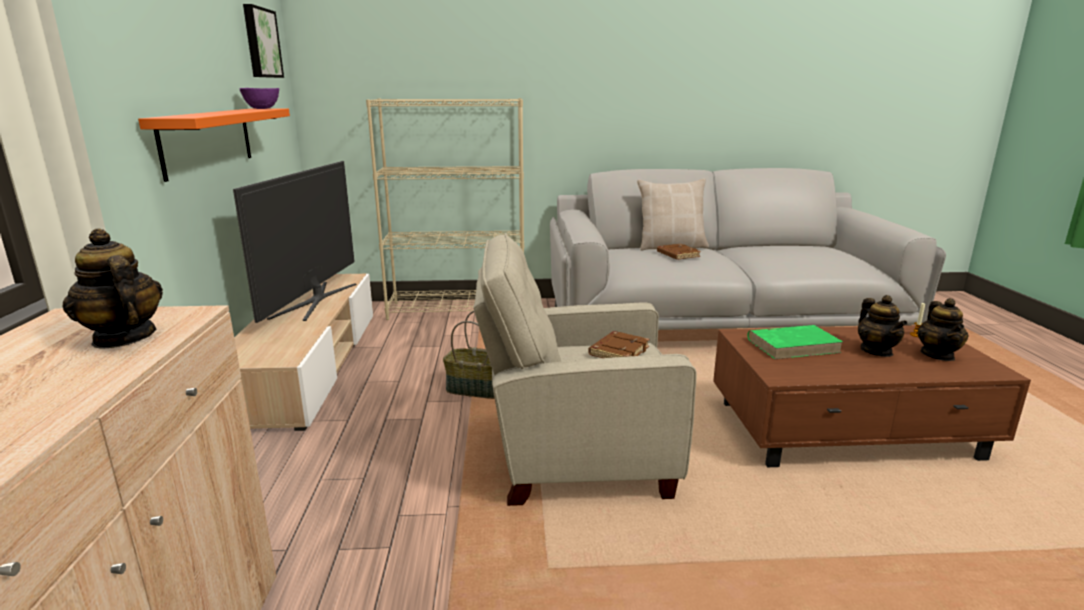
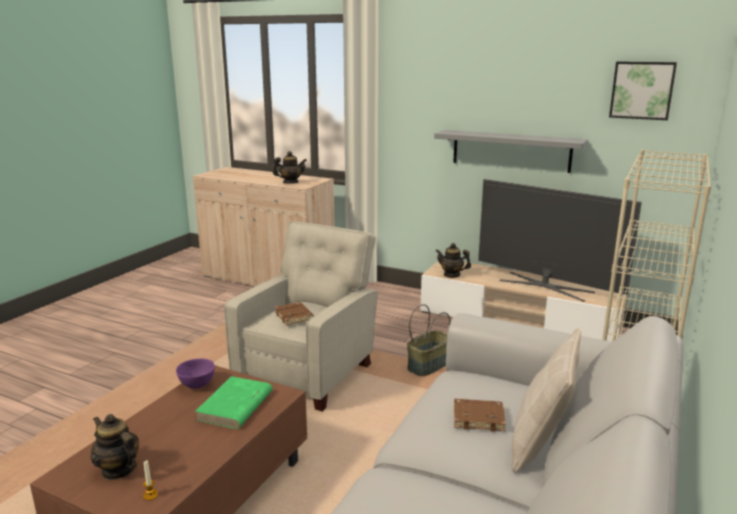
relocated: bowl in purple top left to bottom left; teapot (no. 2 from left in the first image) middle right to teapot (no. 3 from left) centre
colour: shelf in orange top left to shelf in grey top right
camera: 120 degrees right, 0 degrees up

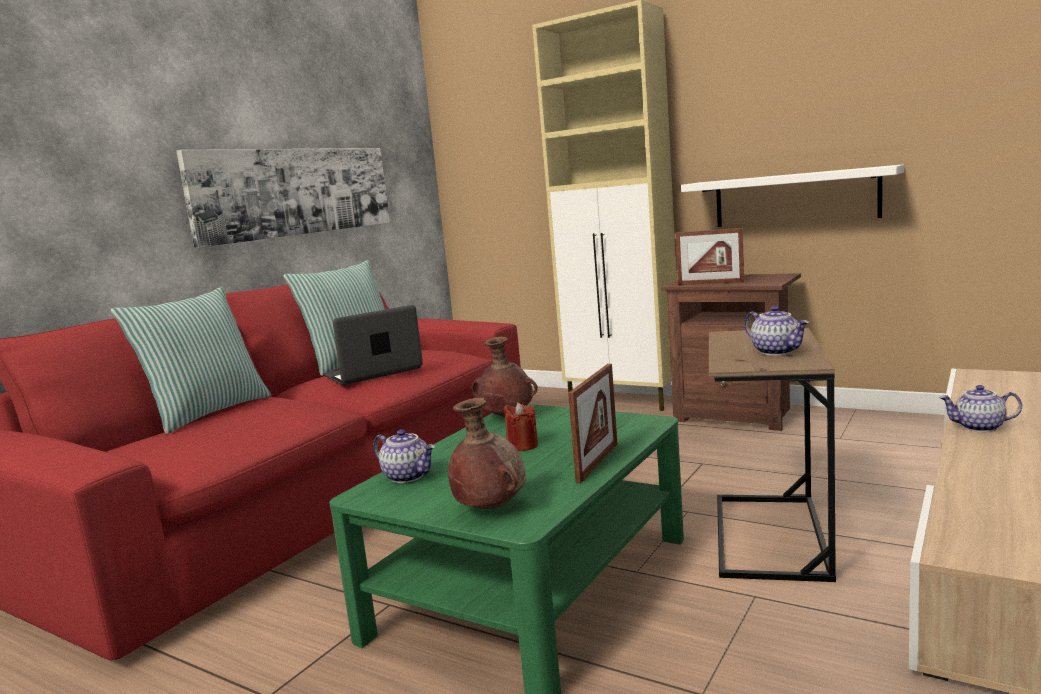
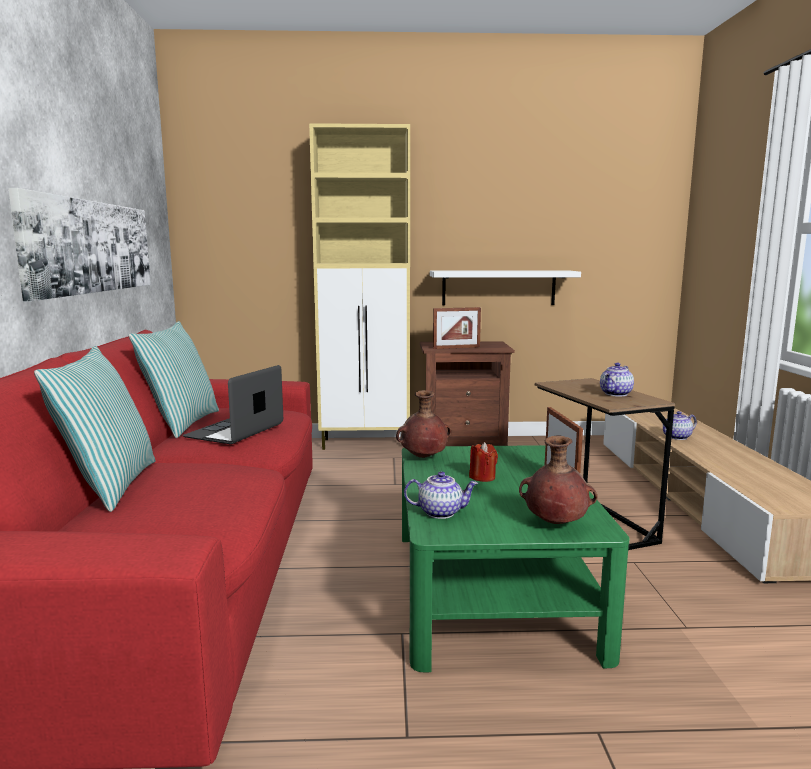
spun: teapot (no. 2 from left) middle right = middle right 105 degrees clockwise
camera: 35 degrees left, 0 degrees up

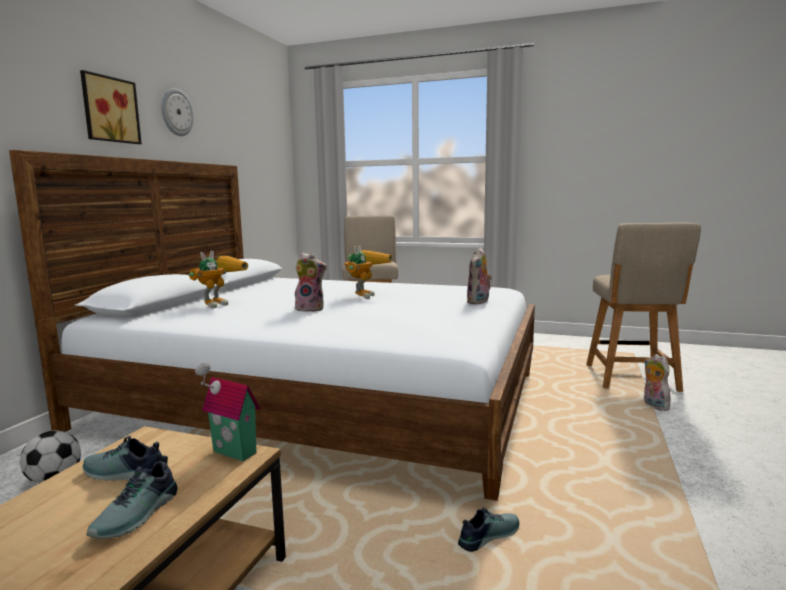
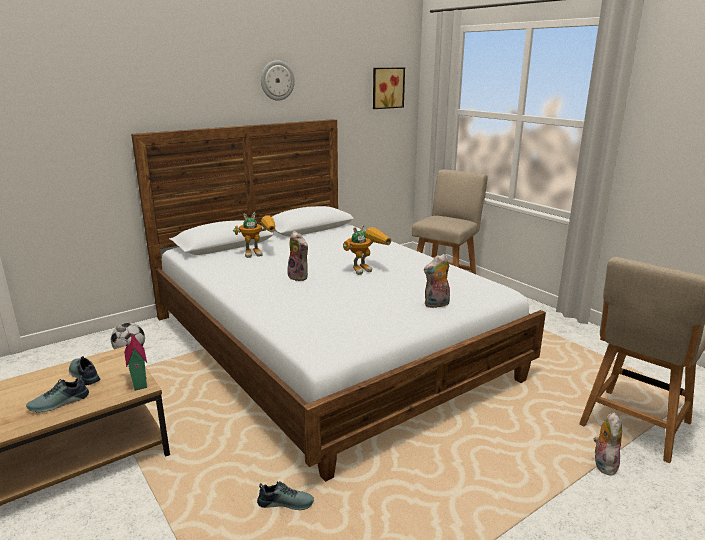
relocated: picture top left to top centre
camera: 35 degrees right, 10 degrees up

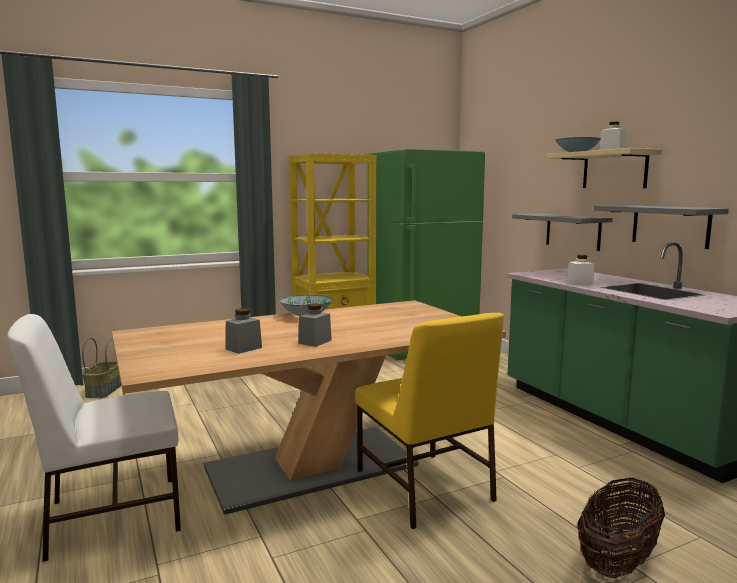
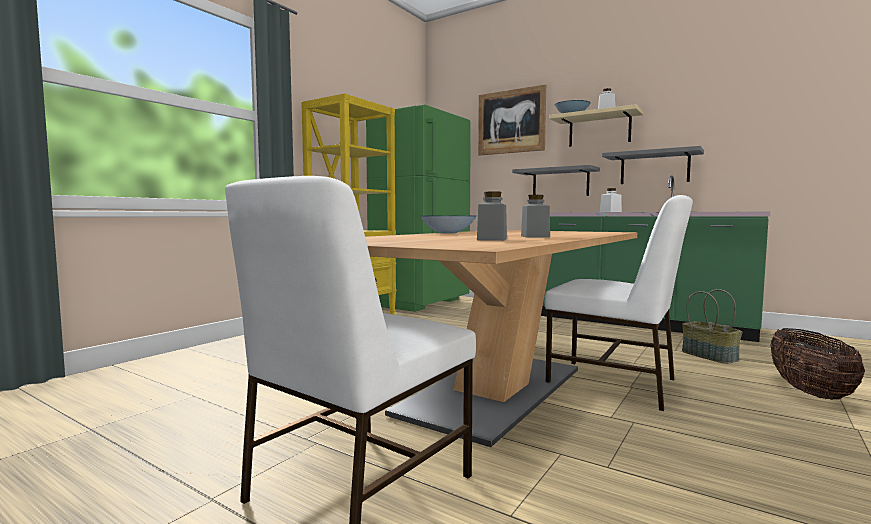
appeared: picture top centre
relocated: basket (no. 1 from left) middle left to middle right
colour: chair in yellow bottom centre to chair in white (no. 2 from left) middle right
camera: 30 degrees left, 5 degrees down

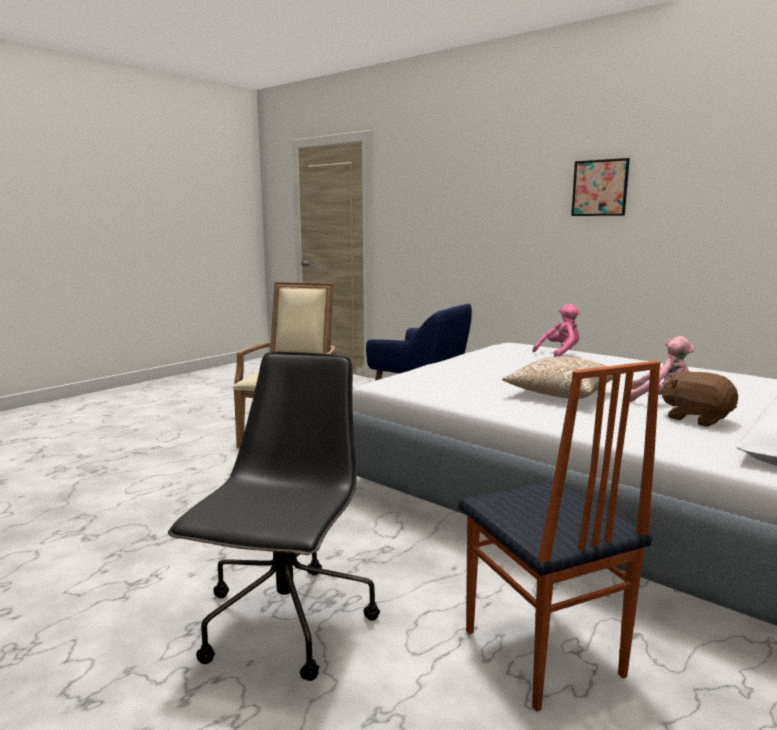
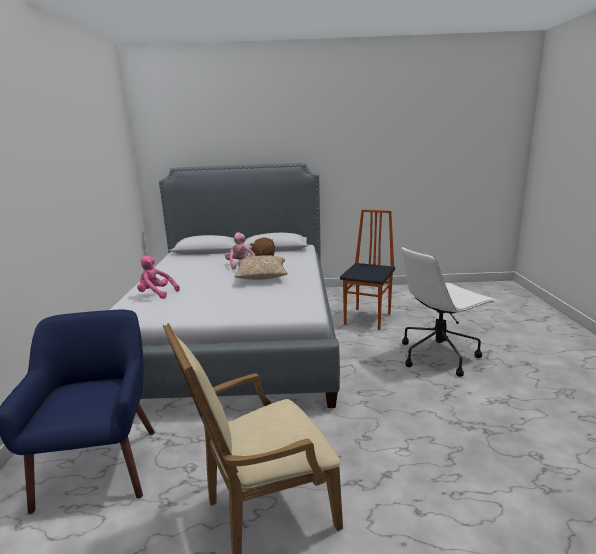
missing: picture top right
colour: office chair in black bottom centre to office chair in white middle right
camera: 130 degrees left, 5 degrees up

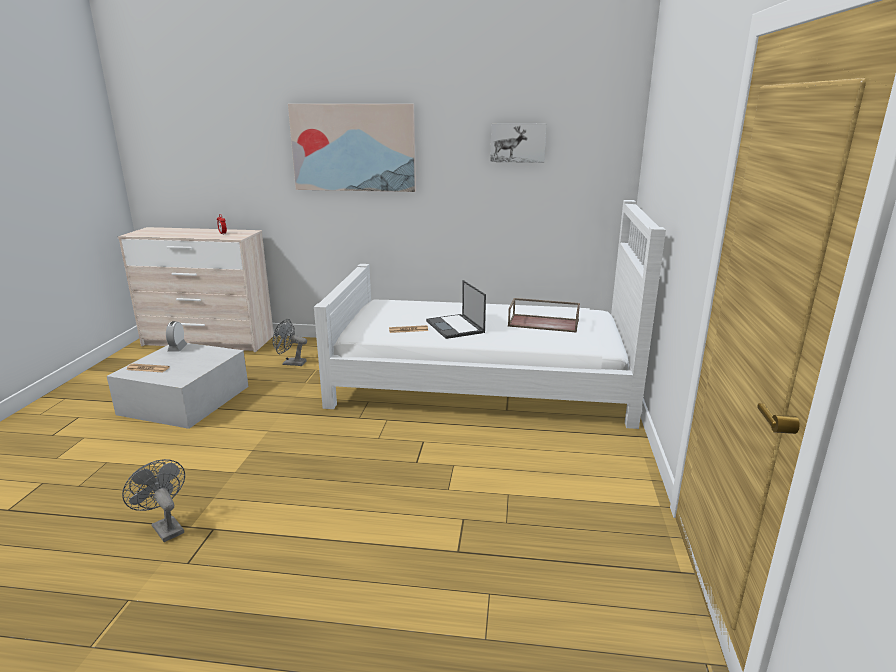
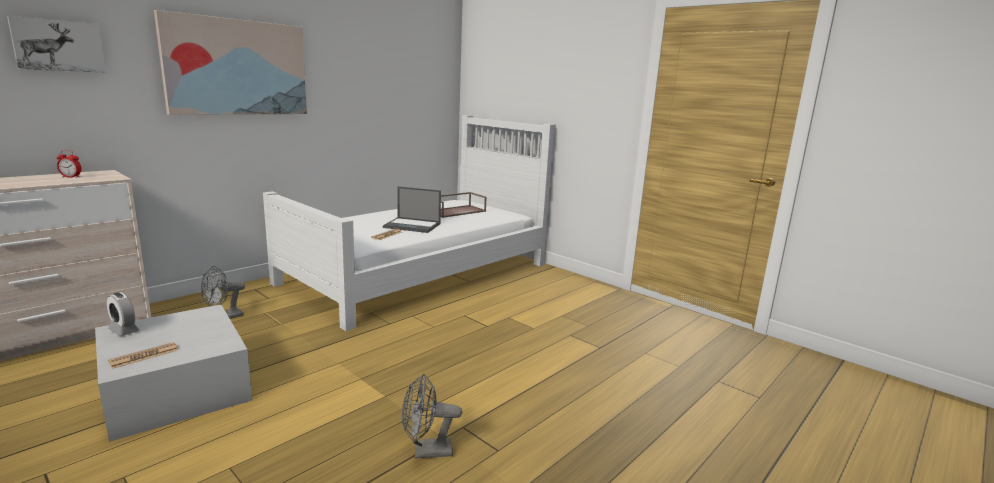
relocated: picture (no. 2 from left in the first image) top centre to picture (no. 1 from left) top left
camera: 55 degrees left, 5 degrees down

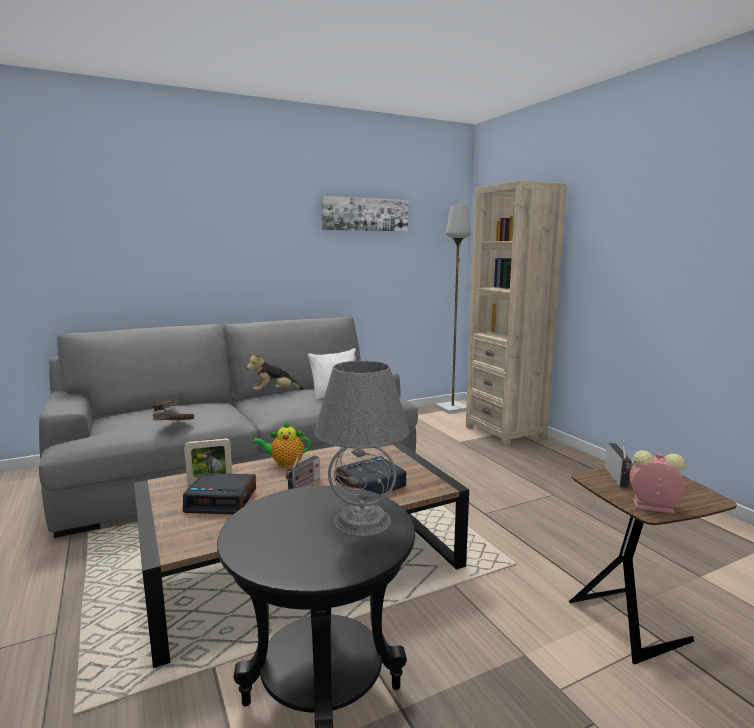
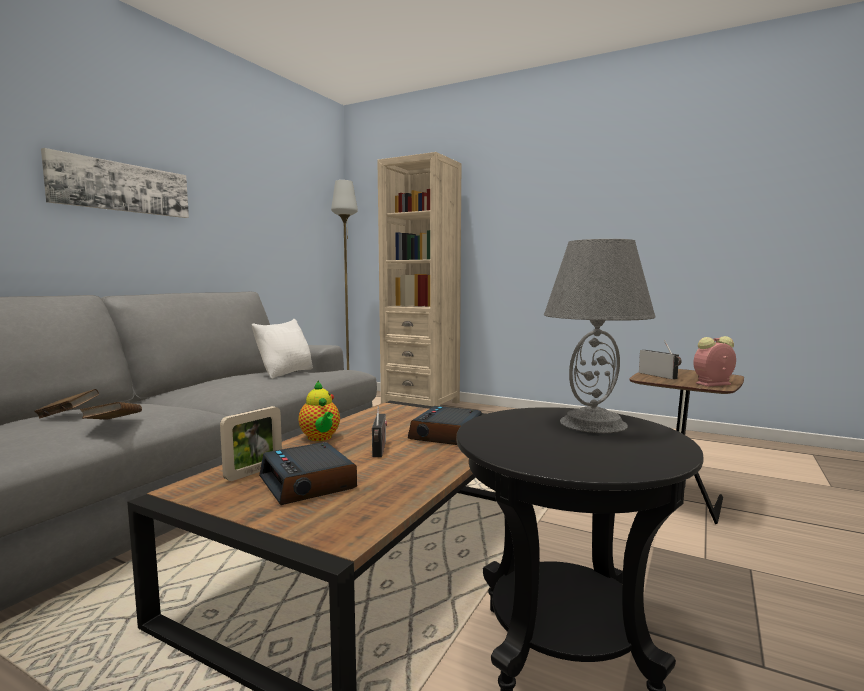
missing: plush toy centre
relocated: picture top centre to top left
spun: alarm clock (no. 1 from left) bottom left = bottom centre 90 degrees clockwise; teapot centre = centre 75 degrees counterclockwise
camera: 35 degrees left, 5 degrees down

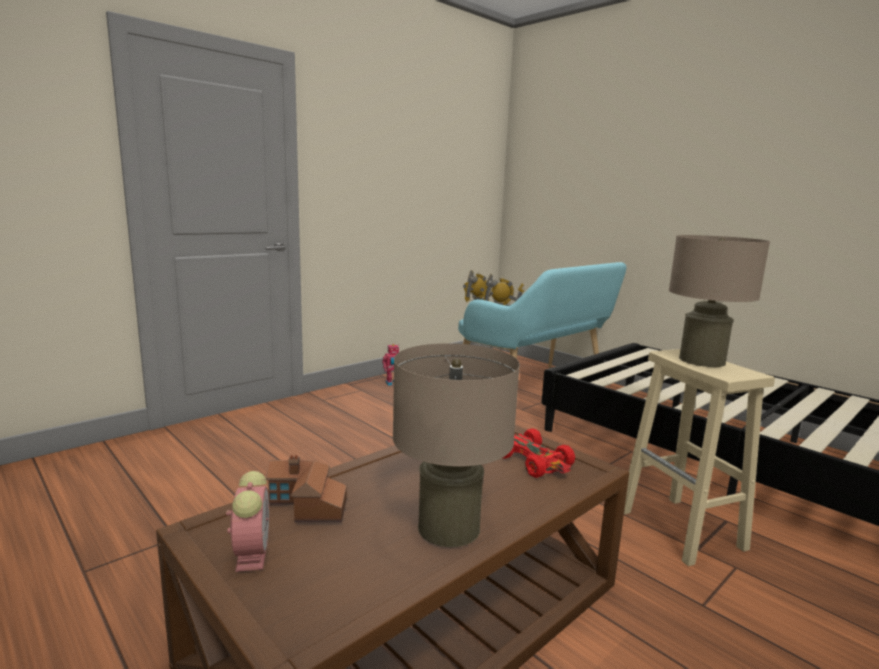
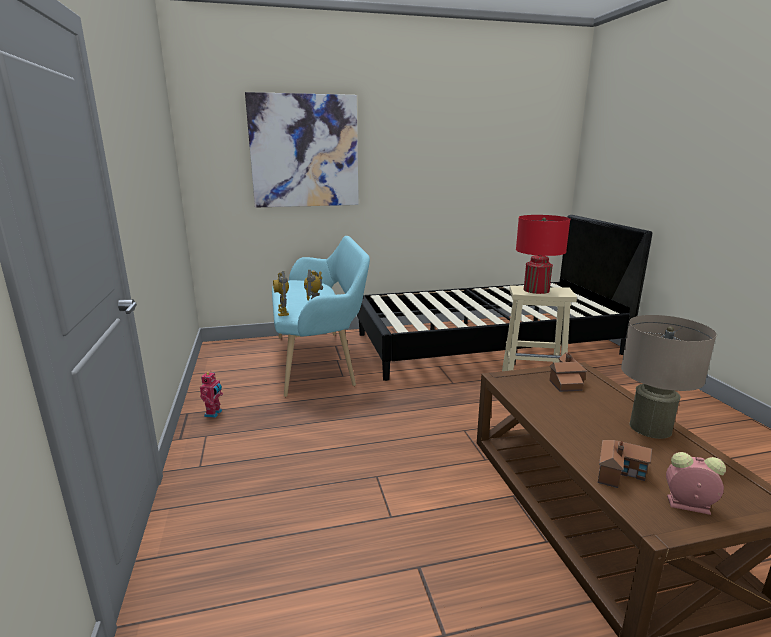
appeared: picture top centre
exchanged: toy car in red bottom centre to toy house (no. 1 from left) middle right
colour: table lamp in beige (no. 2 from left) middle right to table lamp in red middle right
camera: 60 degrees left, 5 degrees up

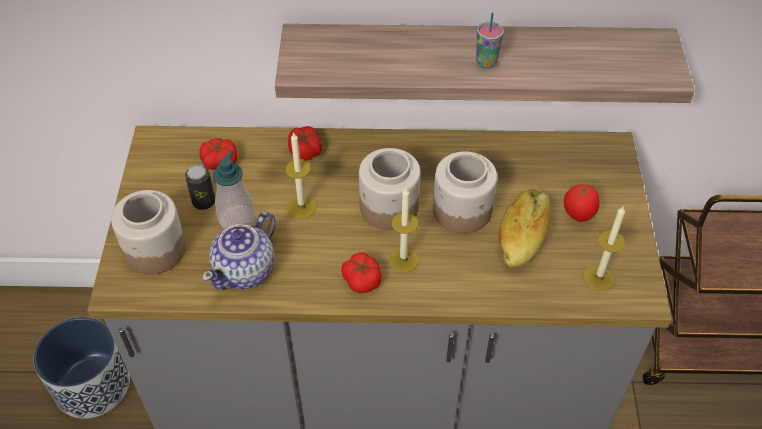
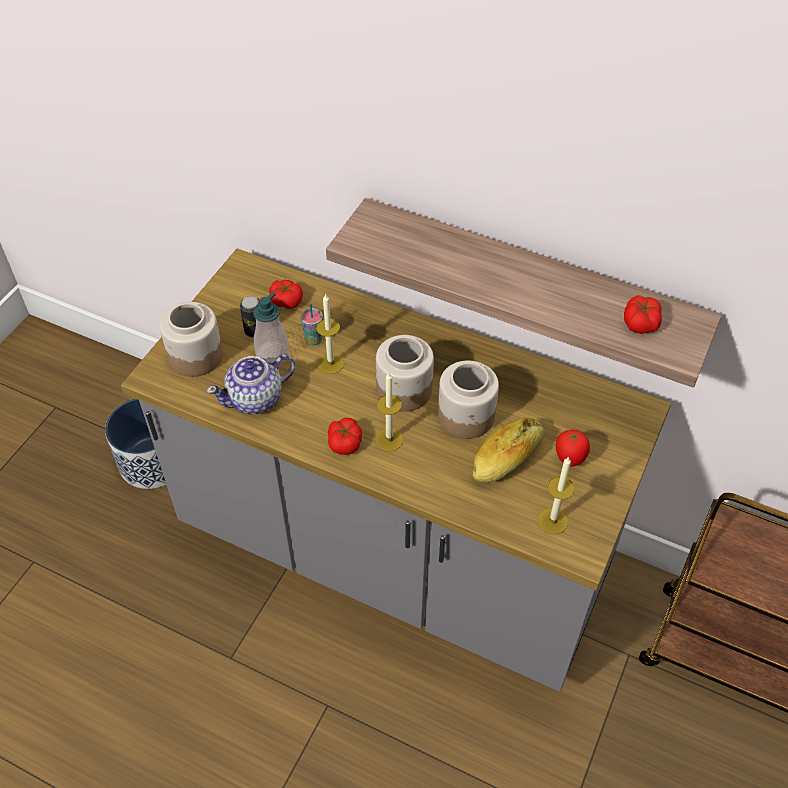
relocated: cup top centre to centre; tomato (no. 2 from left in the first image) centre to tomato (no. 4 from left) middle right
camera: 25 degrees right, 0 degrees up

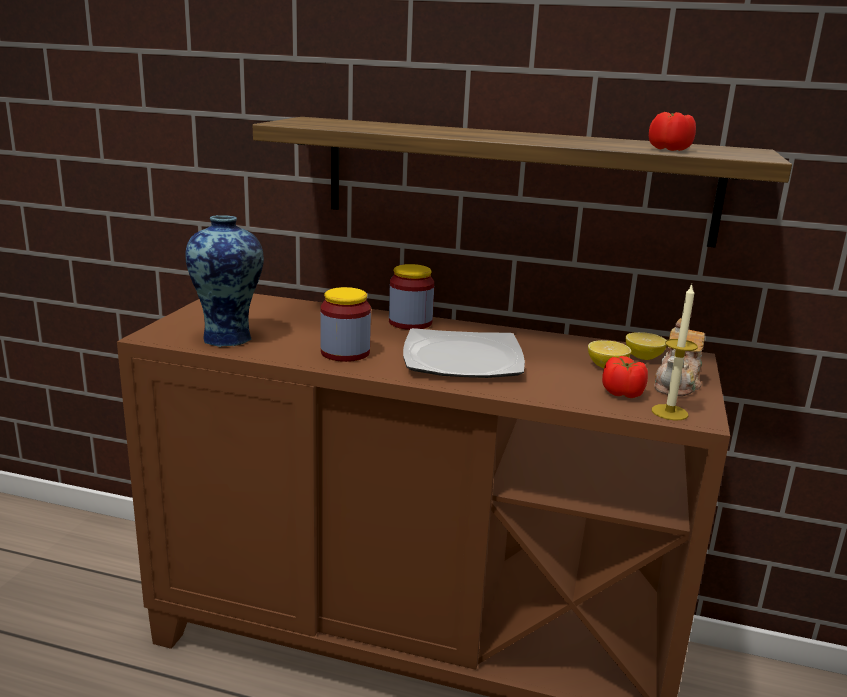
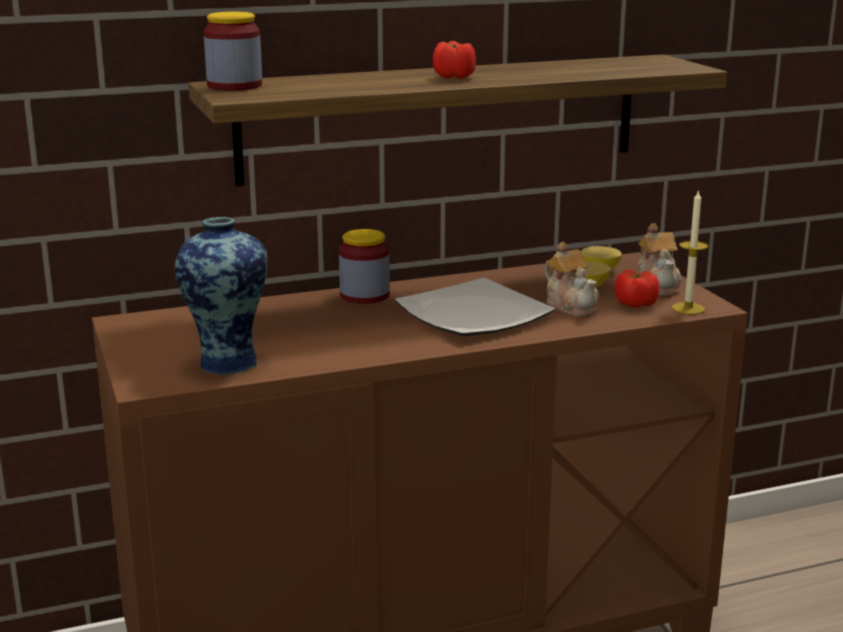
appeared: teapot (no. 1 from left) middle right
relocated: jar (no. 1 from left) centre to top left; tomato (no. 2 from left in the first image) top right to tomato (no. 1 from left) top centre
camera: 35 degrees left, 0 degrees up

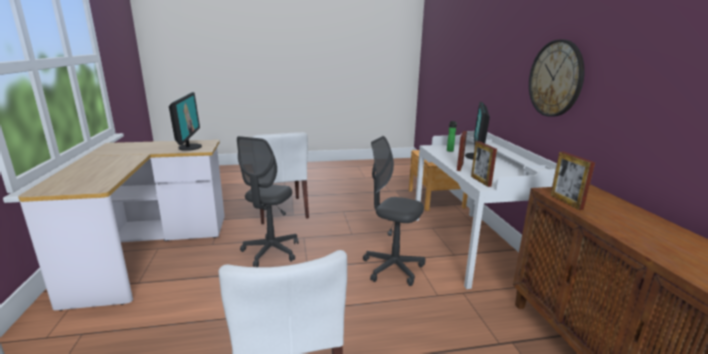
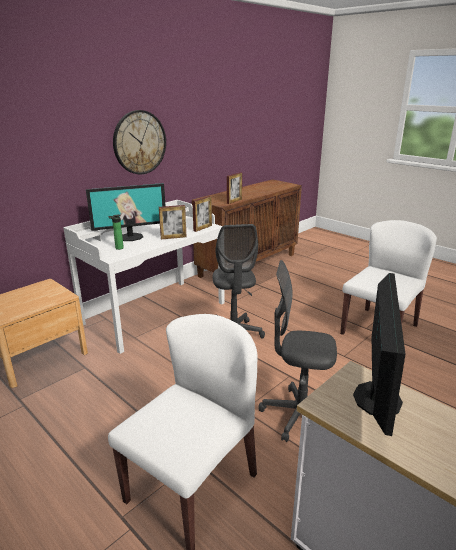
spun: office chair in grey (no. 1 from left in the first image) centre = centre 150 degrees counterclockwise; monitor (no. 1 from left in the first image) middle left = middle right 150 degrees clockwise
camera: 125 degrees left, 5 degrees up

